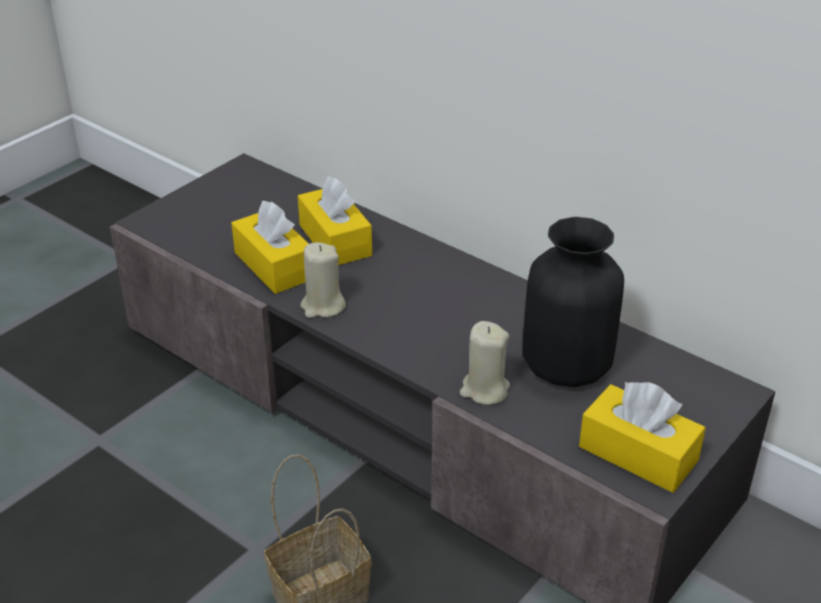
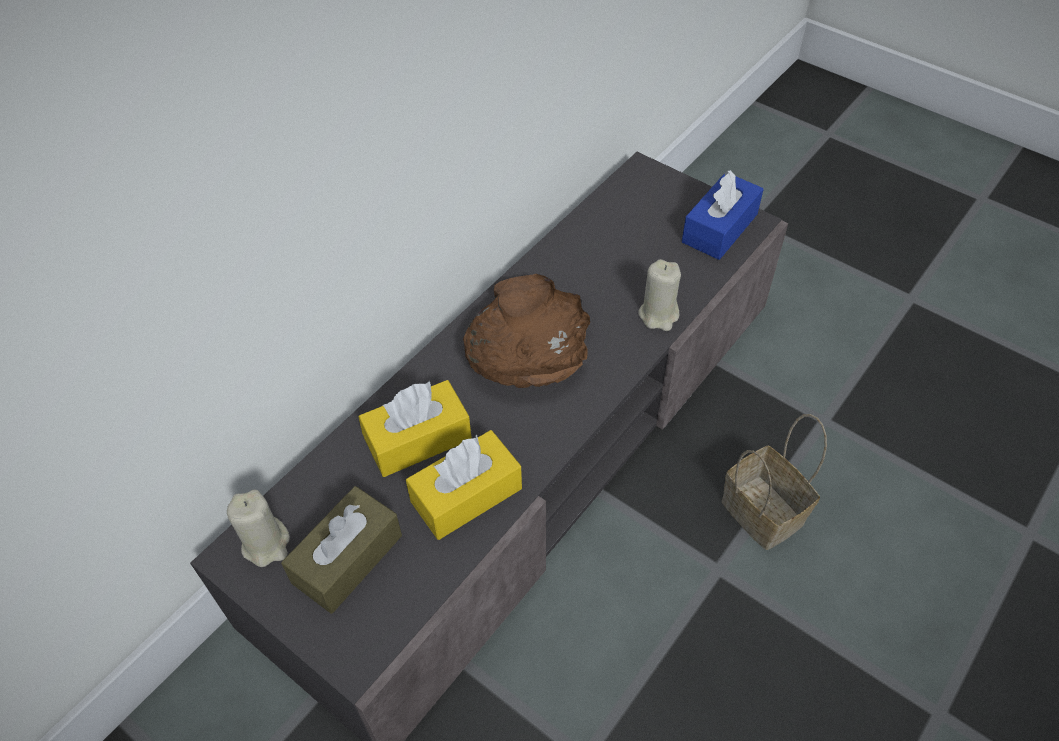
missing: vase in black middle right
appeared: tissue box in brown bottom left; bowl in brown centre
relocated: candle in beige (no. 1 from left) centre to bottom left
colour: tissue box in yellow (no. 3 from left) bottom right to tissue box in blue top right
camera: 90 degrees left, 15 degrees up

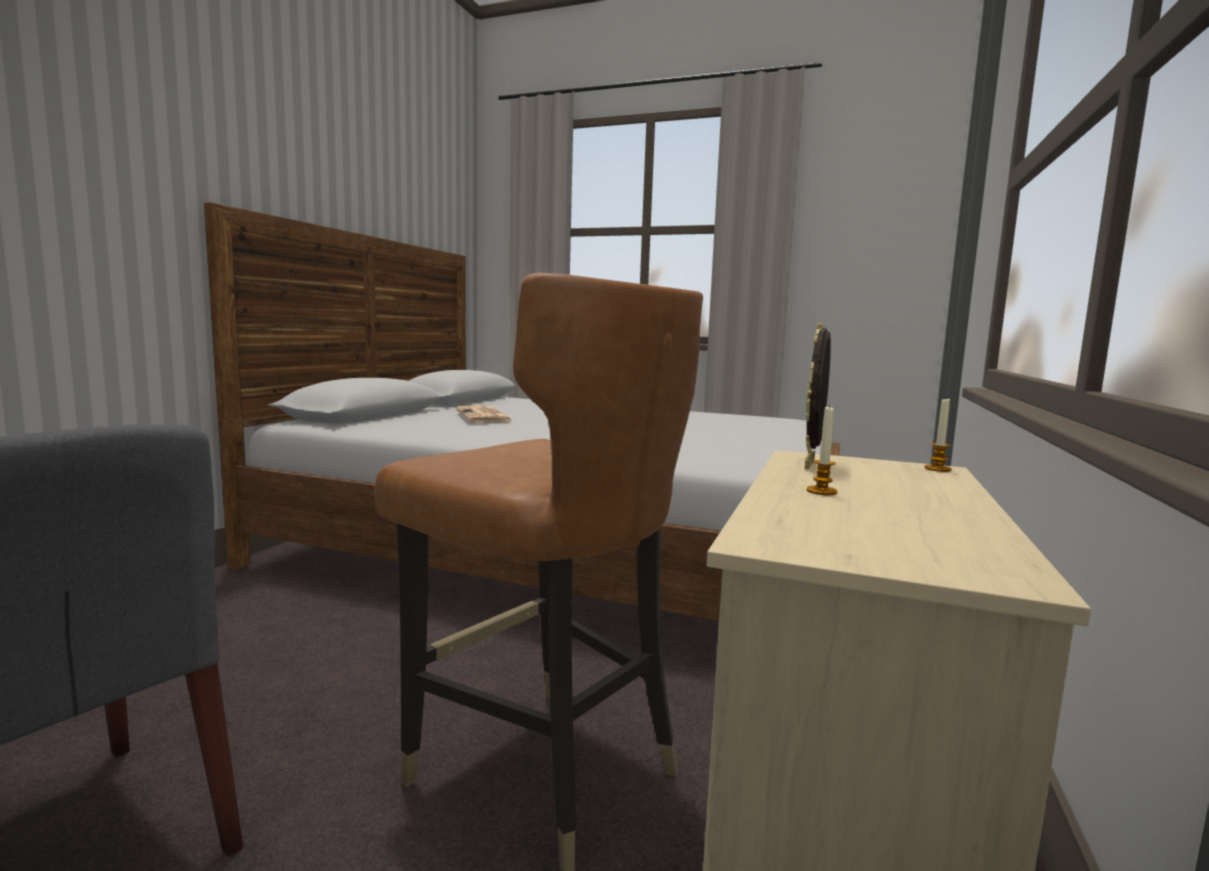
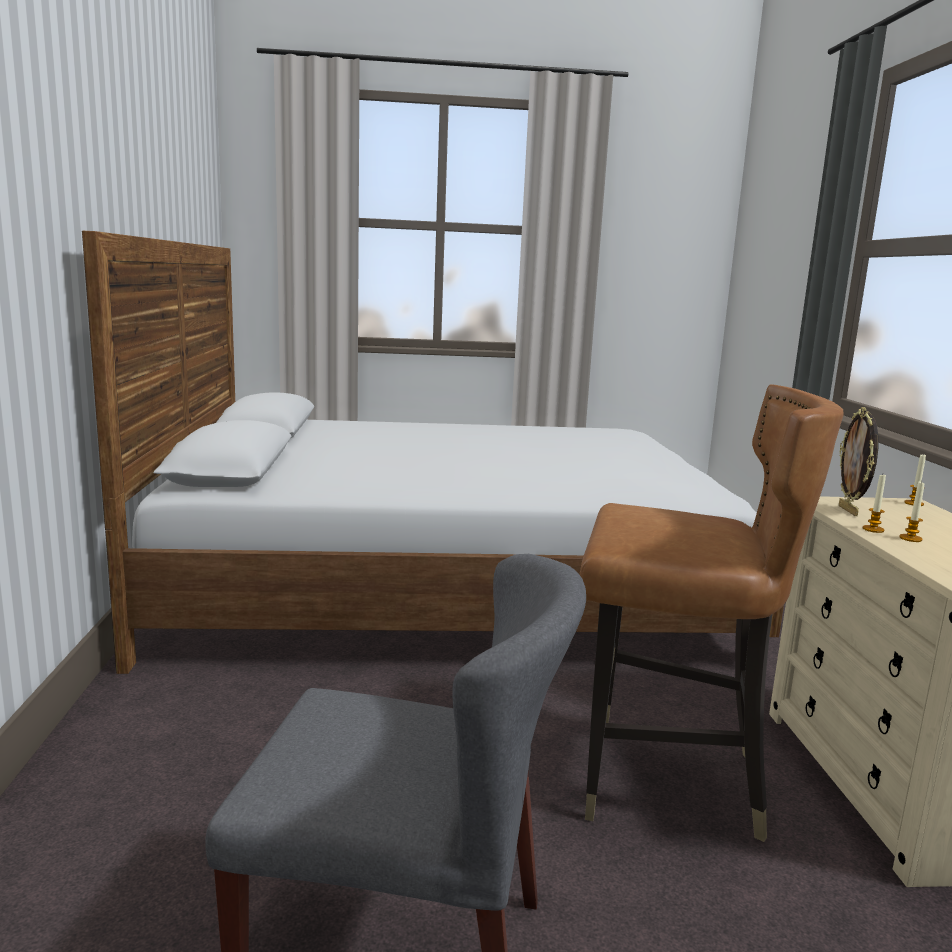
missing: newspaper centre
appeared: candle (no. 1 from left) middle right
camera: 25 degrees left, 5 degrees up

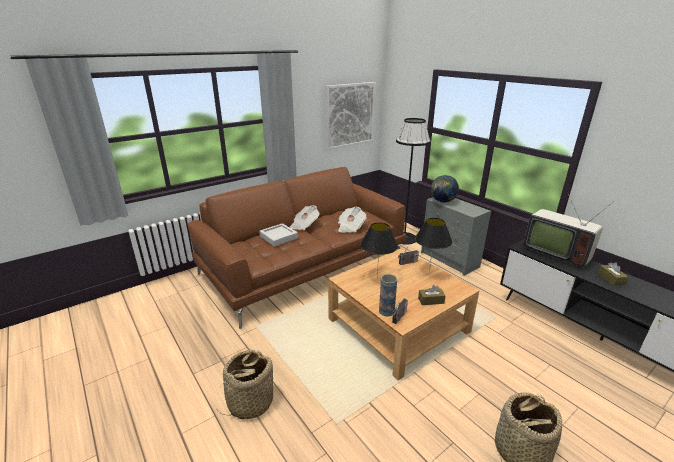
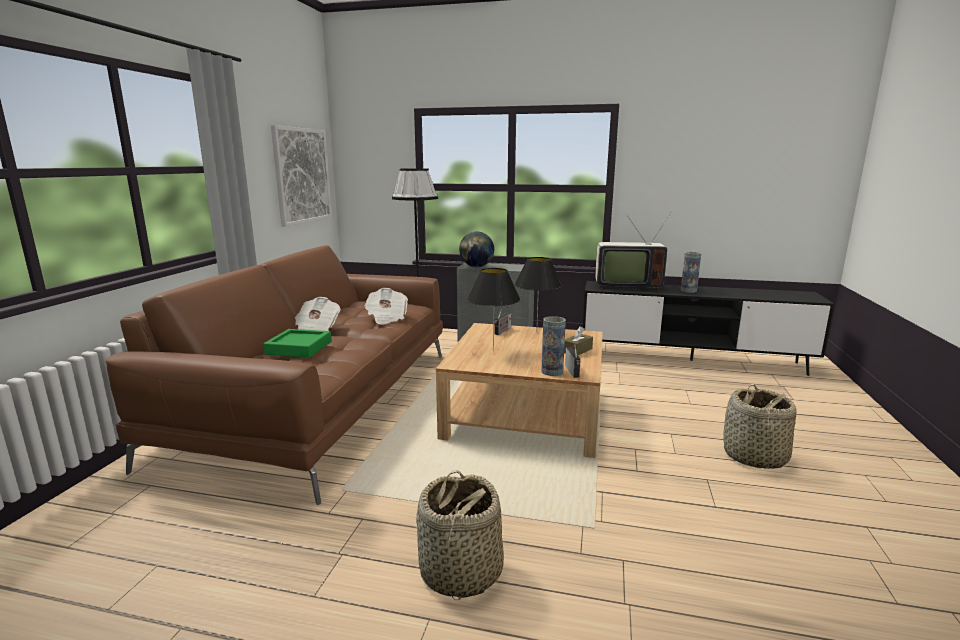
exchanged: tissue box in brown (no. 2 from left) middle right to vase (no. 2 from left) middle right
colour: tray in grey centre to tray in green middle left
camera: 40 degrees left, 10 degrees down

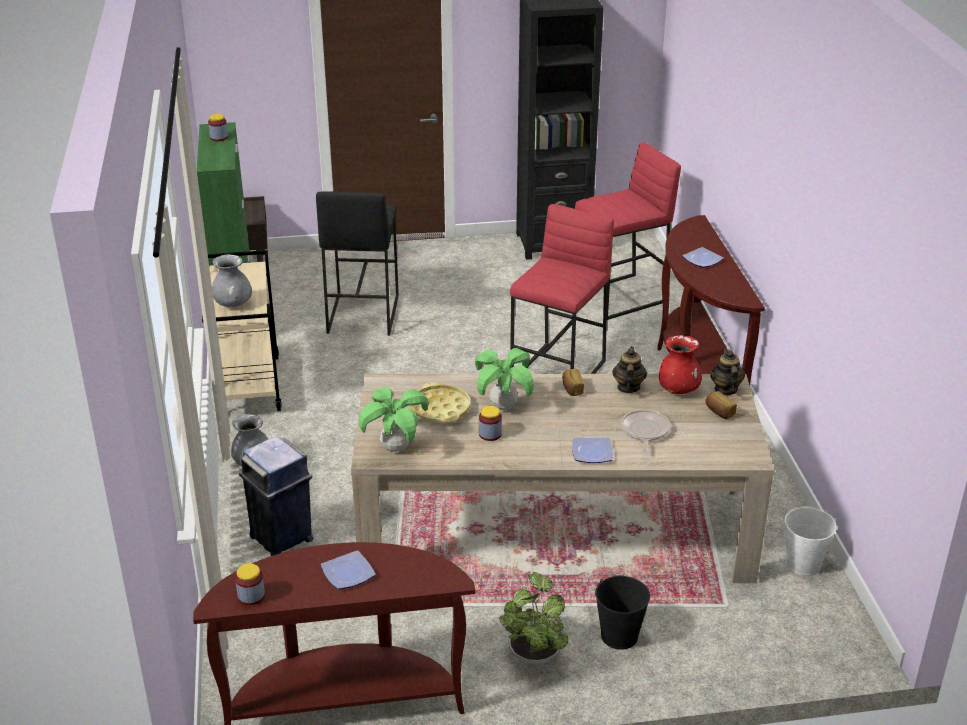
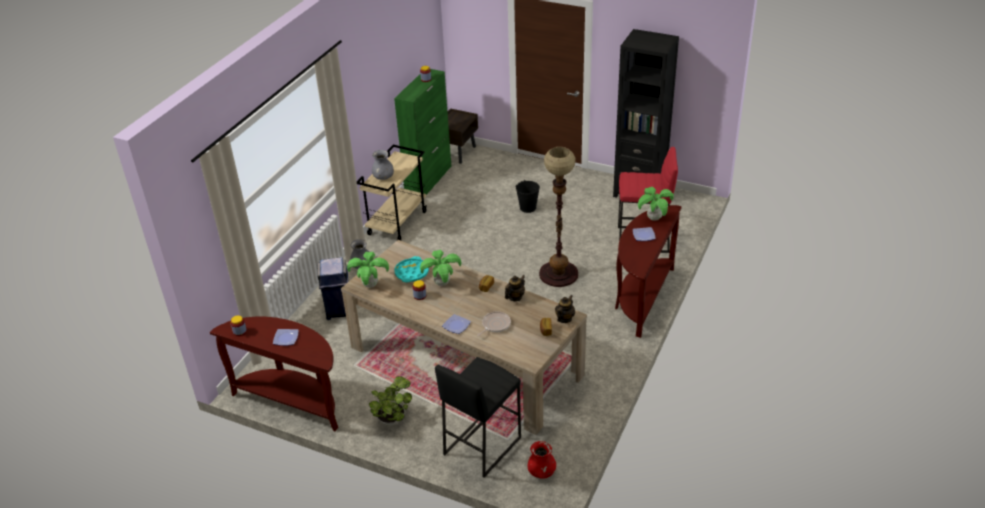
missing: bucket in white bottom right
appeared: potted plant (no. 4 from left) centre
relocated: stool in black centre to bottom centre; bucket in black bottom centre to centre; vase in red middle right to bottom centre
exchanged: stool in red (no. 1 from left) centre to floor lamp centre
colour: tray in yellow centre to tray in turquoise centre
camera: 35 degrees right, 5 degrees up

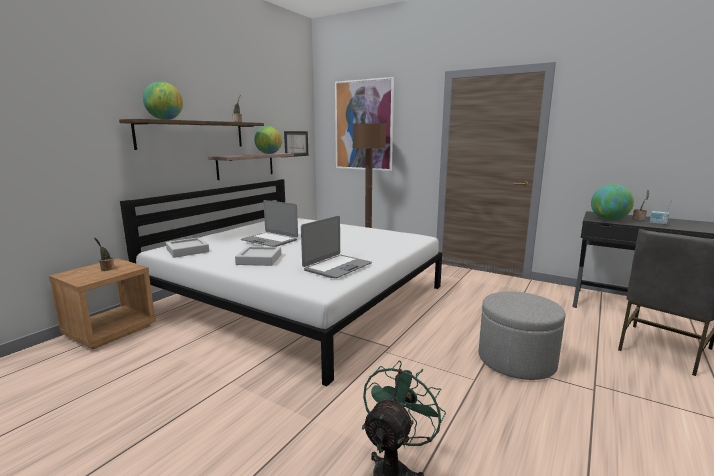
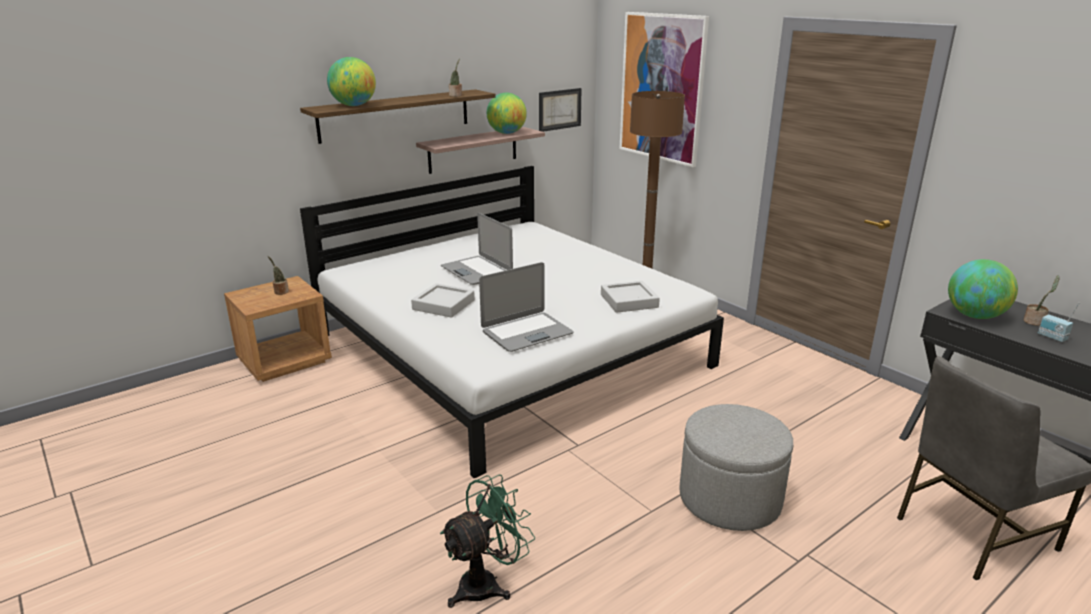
relocated: tray in grey (no. 1 from left in the first image) middle left to tray in grey (no. 2 from left) centre
camera: 20 degrees right, 10 degrees up

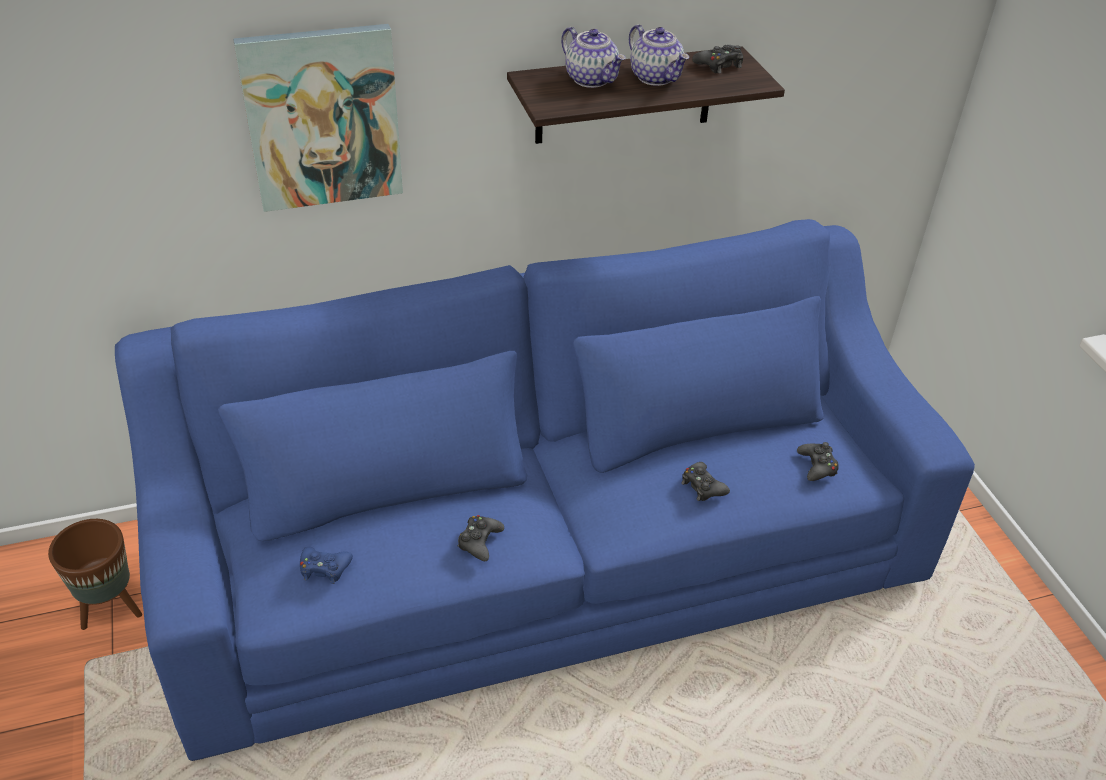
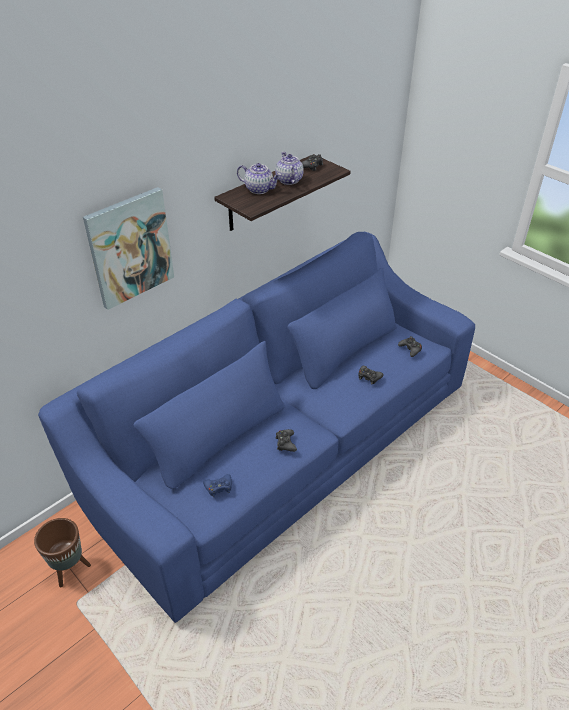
spun: teapot (no. 2 from left) top centre = top centre 135 degrees counterclockwise
camera: 25 degrees left, 0 degrees up

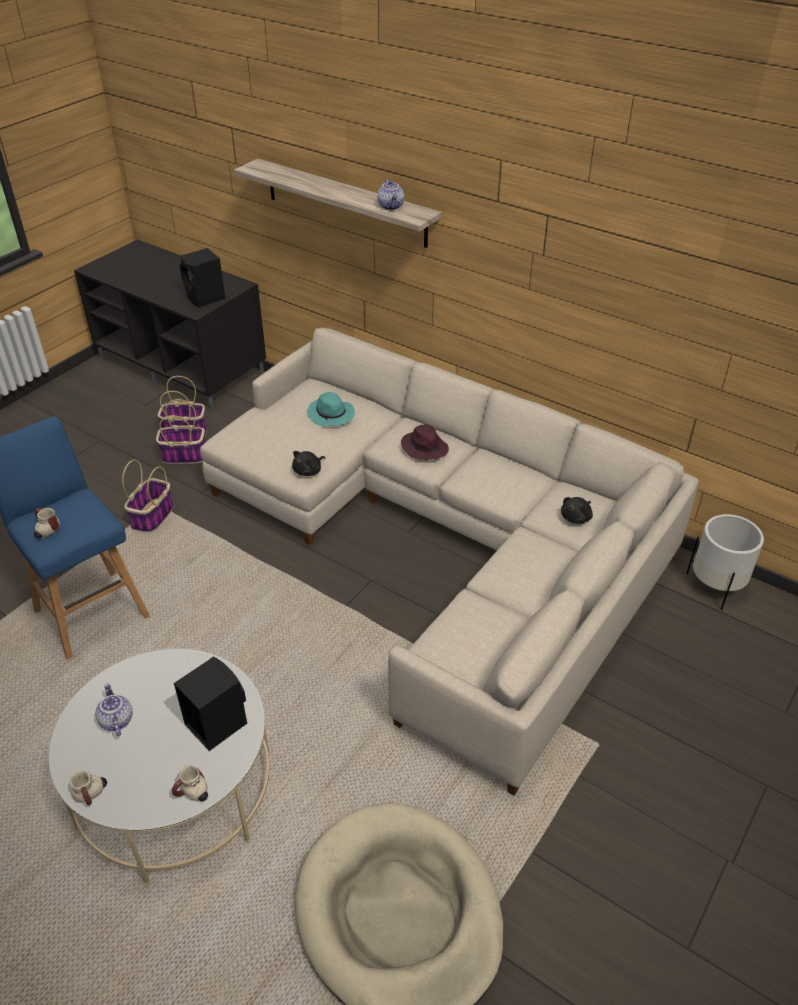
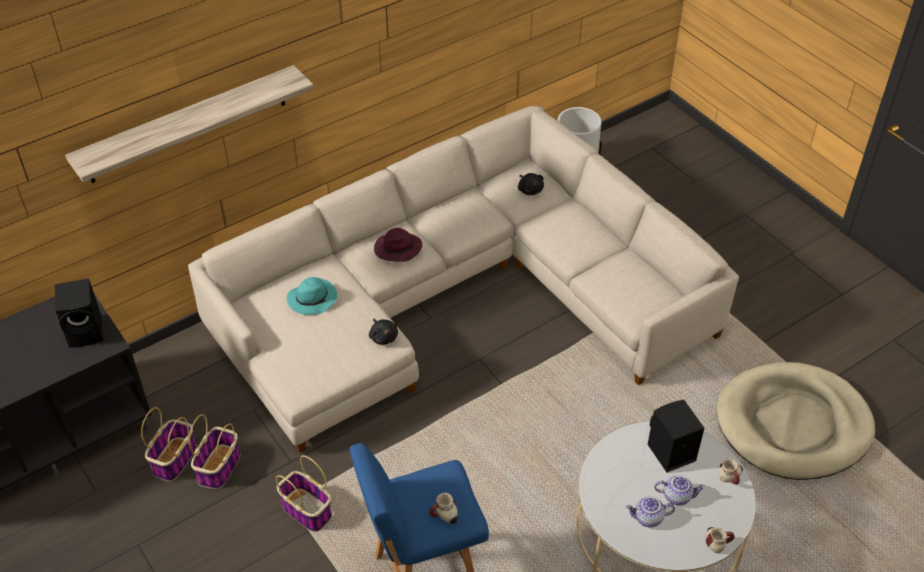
relocated: teapot (no. 2 from left) top centre to bottom right
camera: 70 degrees left, 5 degrees up

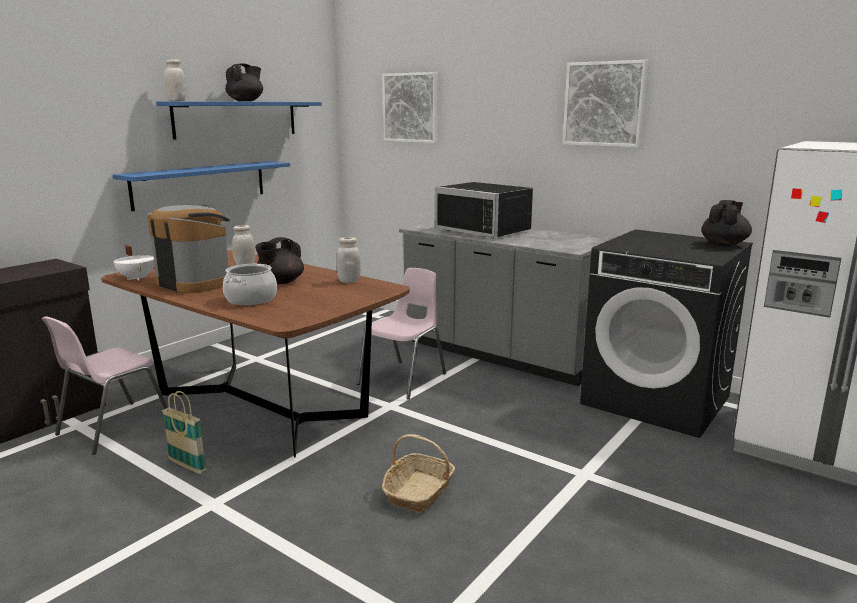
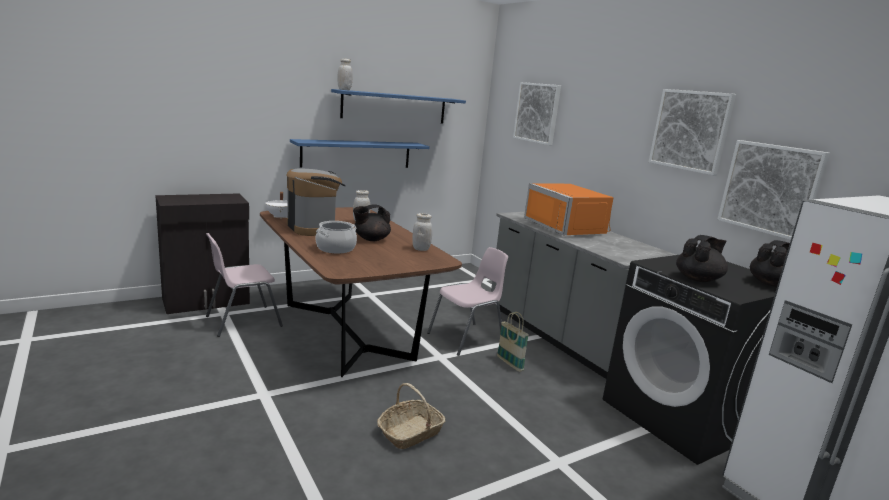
appeared: picture (no. 3 from left) middle right
relocated: basket (no. 1 from left in the first image) bottom left to basket (no. 2 from left) bottom centre; teapot in black (no. 1 from left in the first image) top left to teapot in black (no. 2 from left) middle right
colour: microwave in black centre to microwave in orange centre
camera: 20 degrees right, 0 degrees up

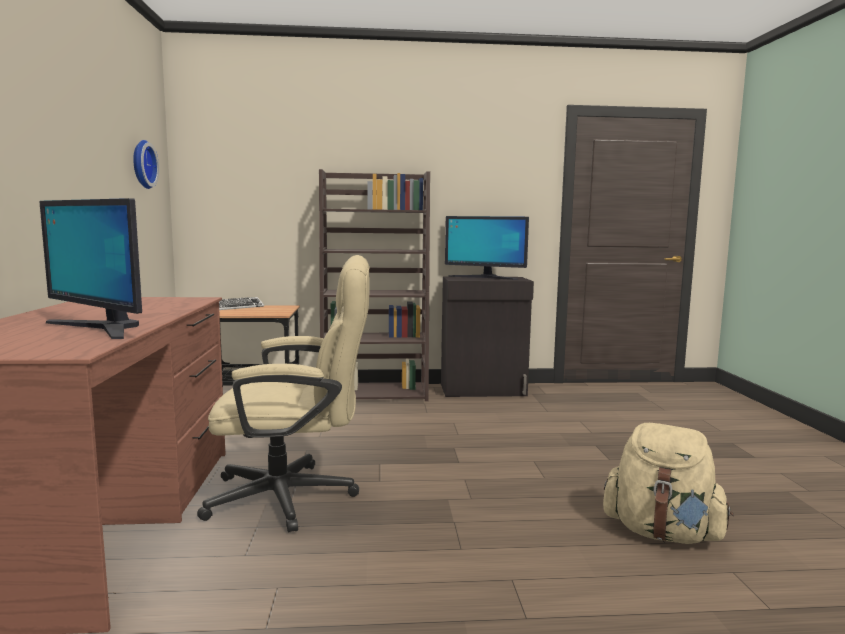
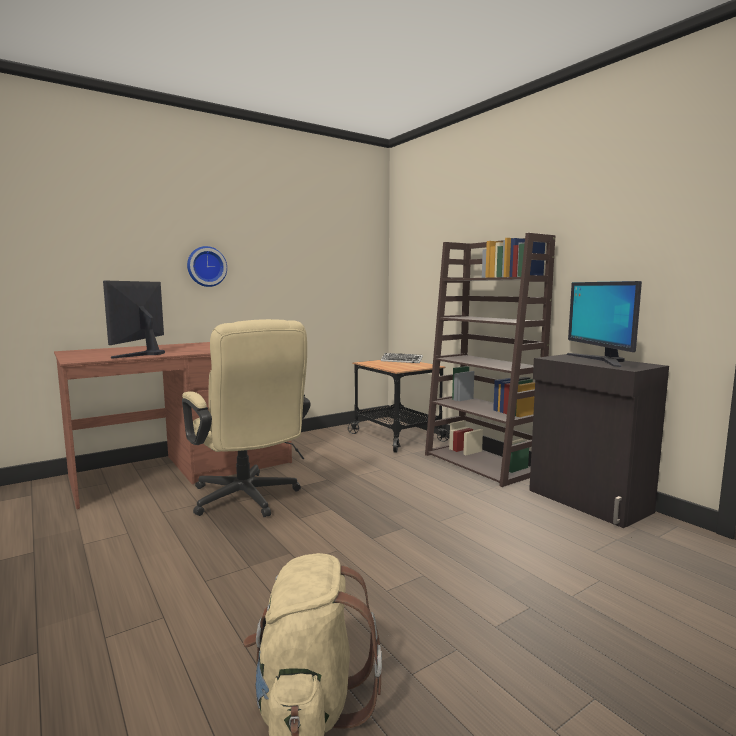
relocated: wall clock top left to middle left
camera: 60 degrees right, 0 degrees up

